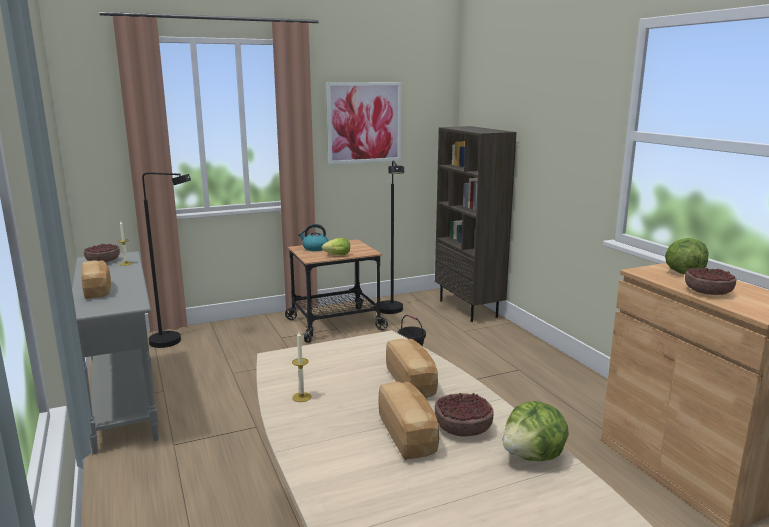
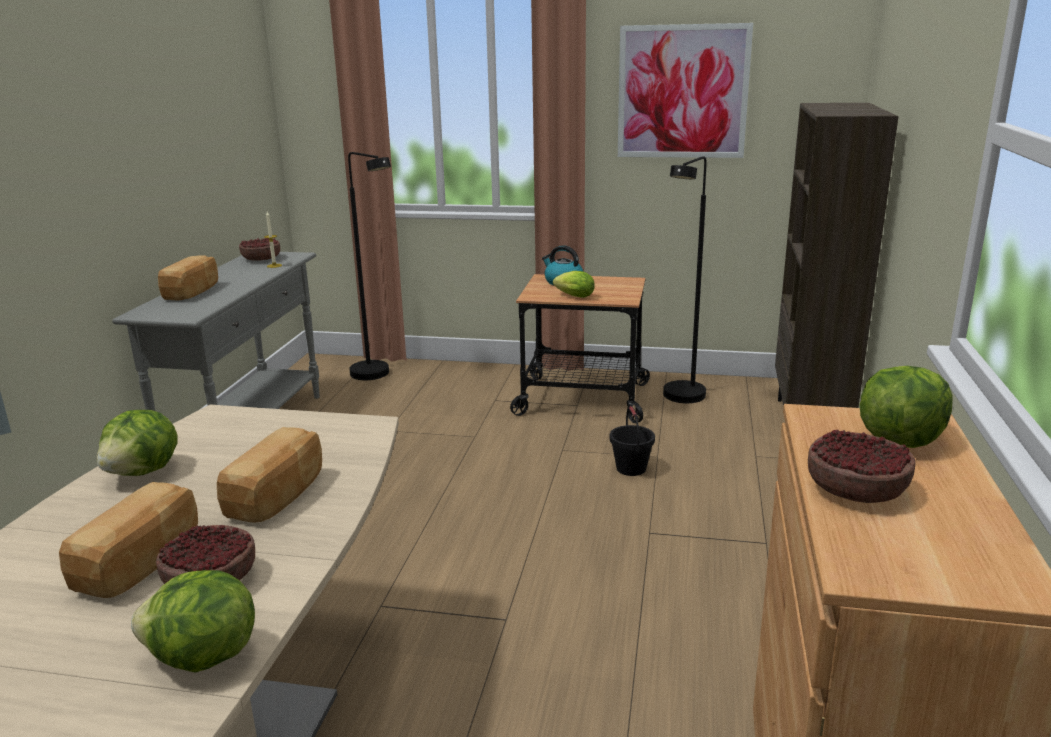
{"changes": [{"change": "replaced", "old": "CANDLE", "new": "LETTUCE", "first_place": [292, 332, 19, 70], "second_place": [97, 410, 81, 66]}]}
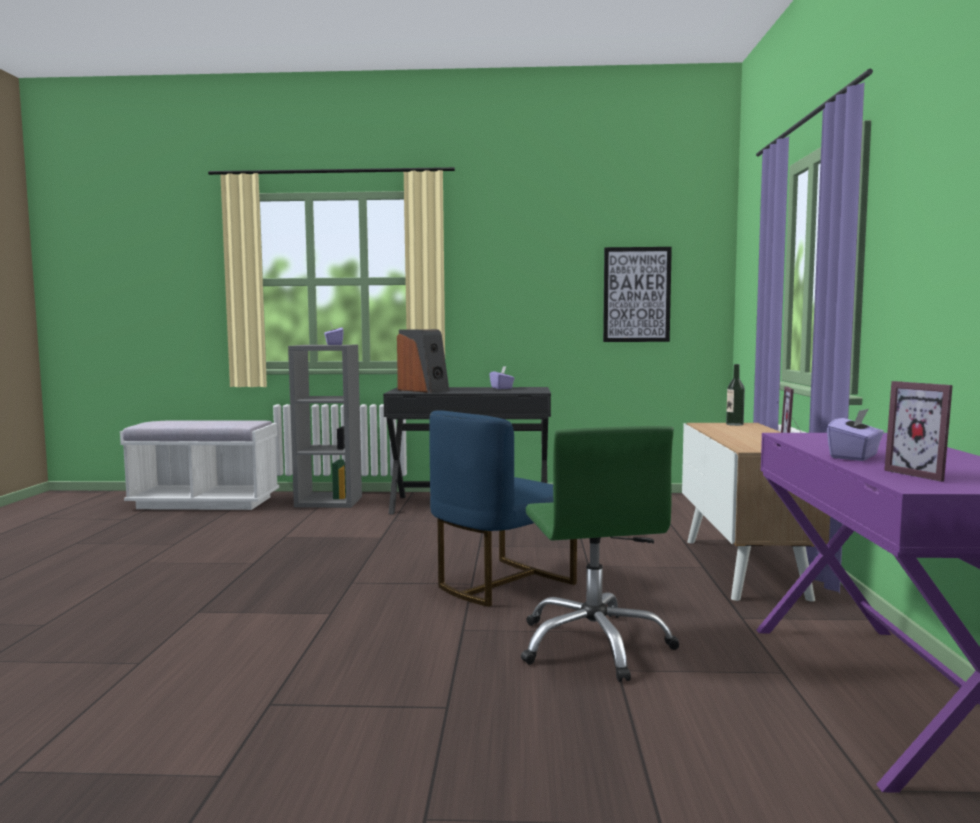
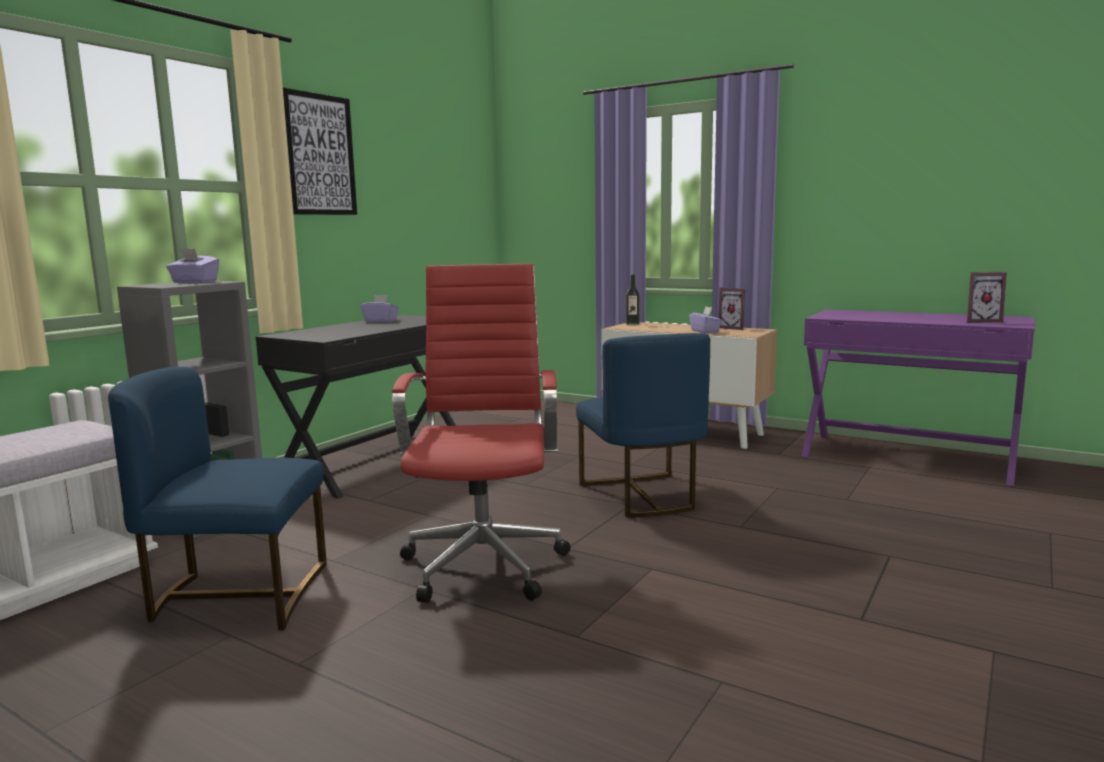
{"changes": [{"change": "removed", "old": "SPEAKER", "first_place": [397, 329, 52, 64]}, {"change": "removed", "old": "GREEN OFFICE CHAIR", "first_place": [521, 426, 159, 256]}, {"change": "added", "new": "BLUE CHAIR", "second_place": [108, 367, 219, 264]}, {"change": "added", "new": "RED OFFICE CHAIR", "second_place": [392, 264, 178, 339]}, {"change": "moved", "old": "PICTURE", "first_place": [603, 247, 69, 95], "second_place": [283, 88, 74, 127]}, {"change": "moved", "old": "PURPLE TISSUE BOX", "first_place": [827, 409, 57, 52], "second_place": [689, 307, 33, 26]}]}
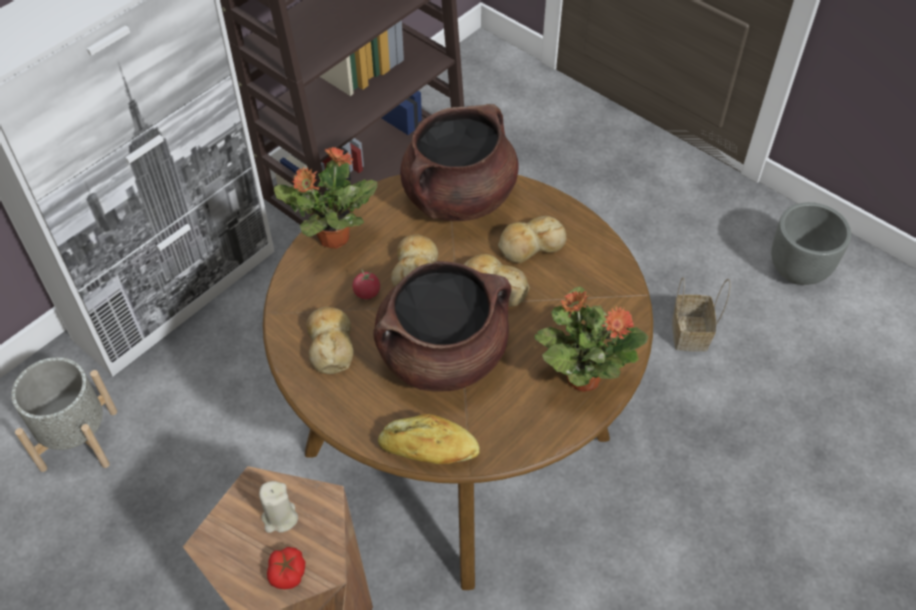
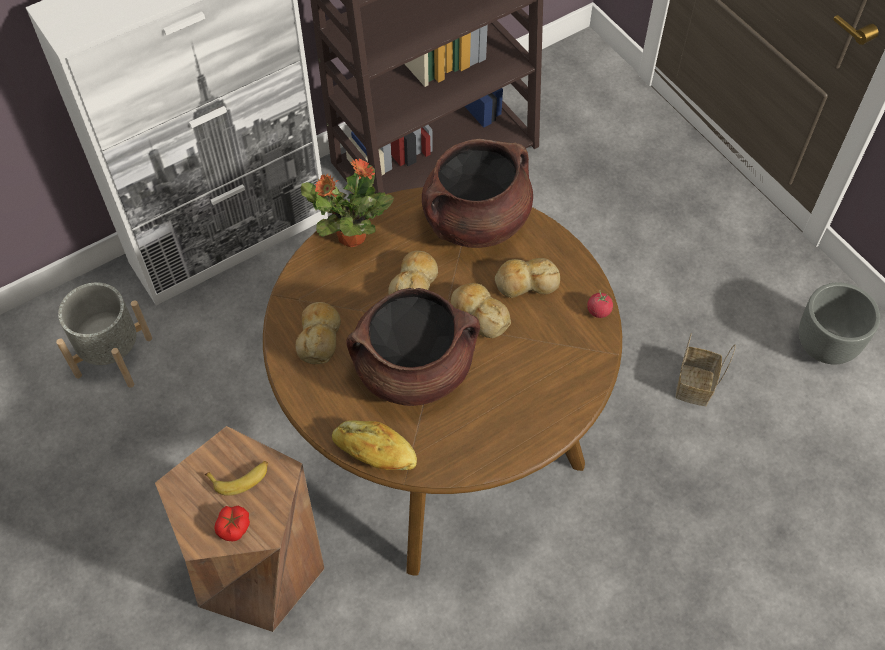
{"changes": [{"change": "removed", "old": "POTTED PLANT", "first_place": [535, 286, 113, 106]}, {"change": "moved", "old": "TOMATO", "first_place": [352, 270, 28, 29], "second_place": [587, 292, 26, 26]}, {"change": "replaced", "old": "BEIGE CANDLE", "new": "BANANA", "first_place": [259, 481, 39, 52], "second_place": [205, 461, 63, 35]}]}
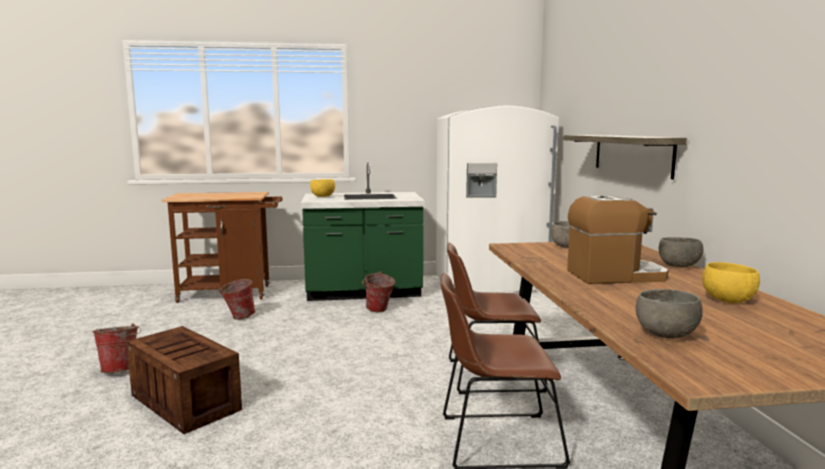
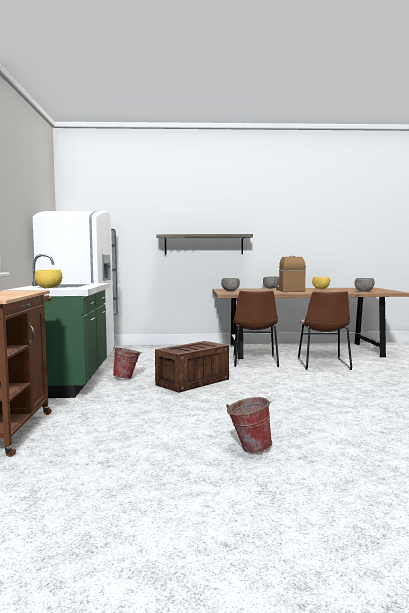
{"changes": [{"change": "removed", "old": "BUCKET", "first_place": [218, 279, 37, 41]}, {"change": "moved", "old": "CRATE", "first_place": [126, 326, 116, 108], "second_place": [155, 341, 74, 52]}]}
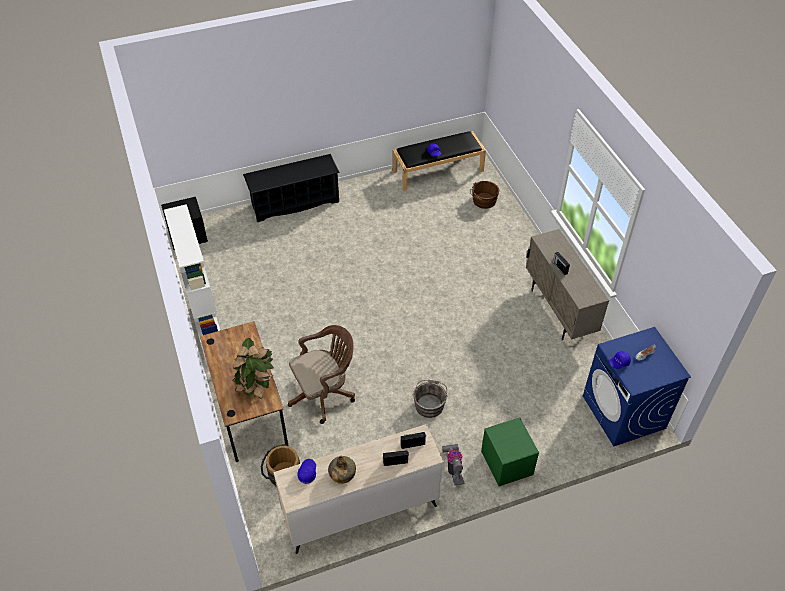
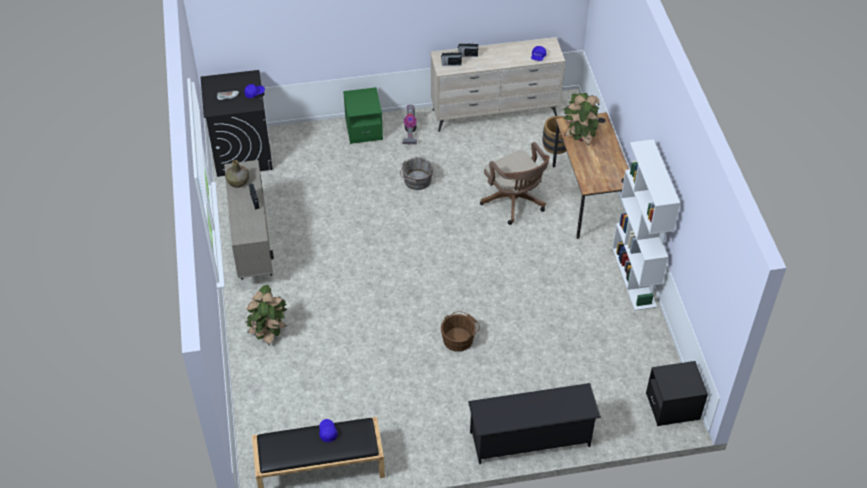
{"changes": [{"change": "added", "new": "POTTED PLANT", "second_place": [246, 285, 41, 60]}, {"change": "moved", "old": "GREEN BOTTLE", "first_place": [328, 456, 28, 28], "second_place": [225, 160, 24, 28]}, {"change": "moved", "old": "BROWN BUCKET", "first_place": [470, 181, 29, 28], "second_place": [441, 311, 39, 41]}, {"change": "recoloured", "old": "BLUE WASHING MACHINE", "new": "BLACK WASHING MACHINE", "first_place": [583, 327, 108, 120], "second_place": [200, 70, 73, 107]}, {"change": "turned", "old": "BROWN OFFICE CHAIR", "first_place": [288, 325, 67, 99], "second_place": [480, 142, 70, 83], "degrees": -105}]}
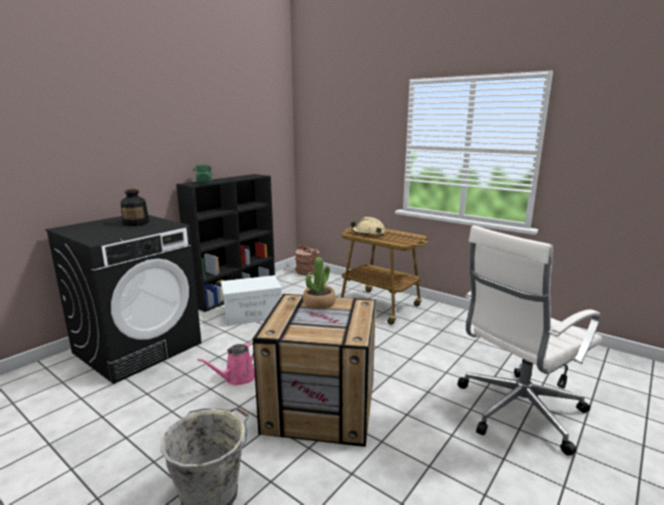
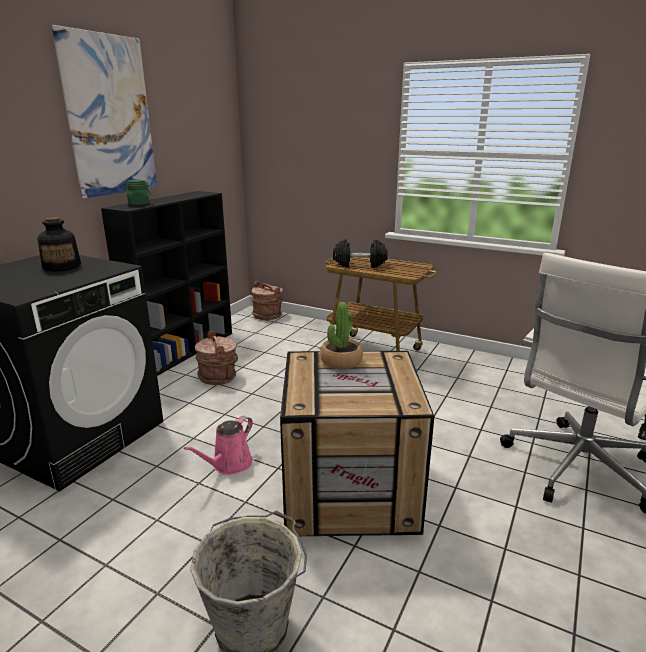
{"changes": [{"change": "added", "new": "PICTURE", "second_place": [51, 25, 106, 174]}, {"change": "replaced", "old": "WHITE STORAGE BOX", "new": "BROWN BUCKET", "first_place": [221, 275, 61, 51], "second_place": [195, 331, 43, 54]}, {"change": "replaced", "old": "BEIGE HARD HAT", "new": "BLACK DUMBBELL", "first_place": [351, 217, 34, 19], "second_place": [333, 239, 55, 29]}]}
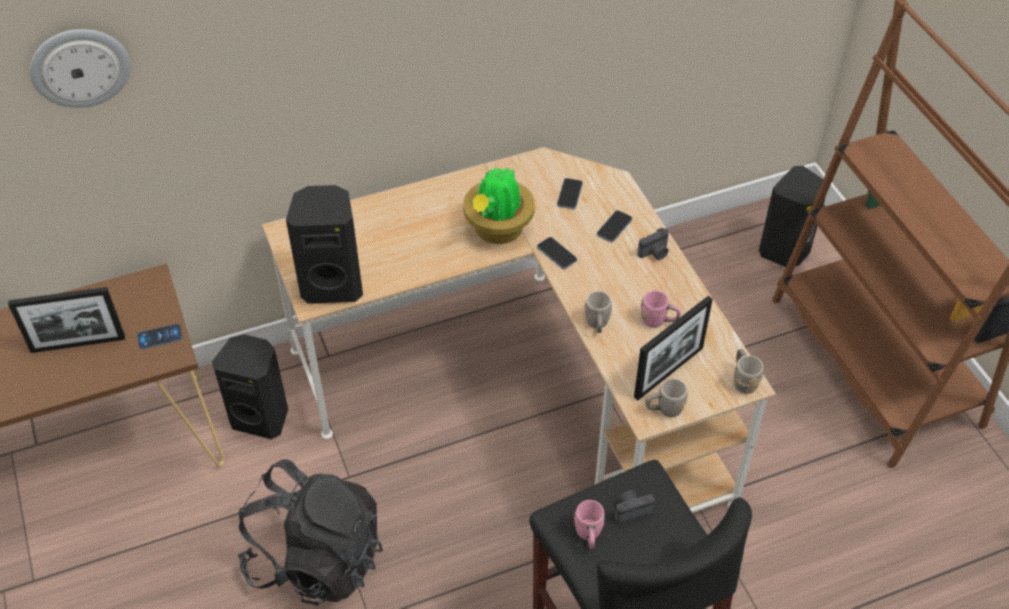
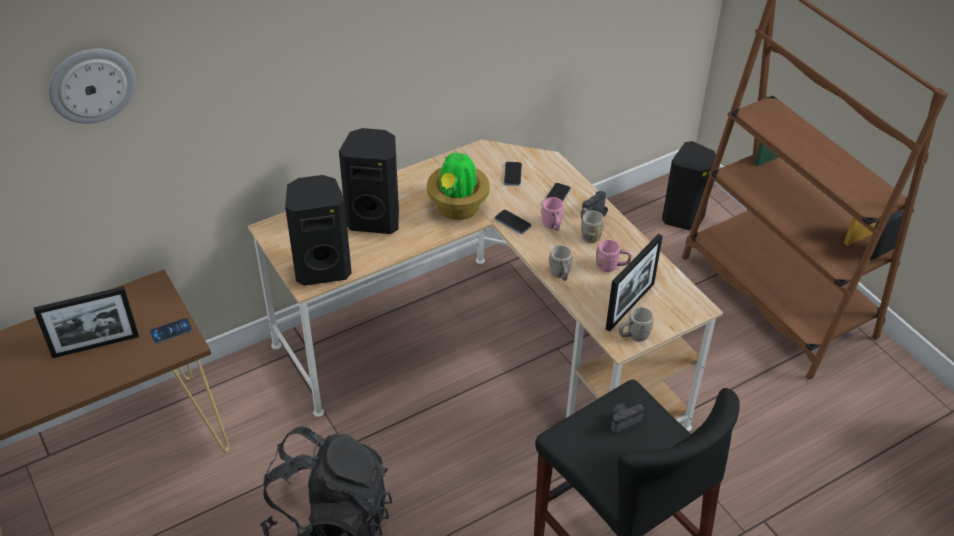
{"changes": [{"change": "moved", "old": "BLACK SPEAKER", "first_place": [212, 334, 76, 105], "second_place": [339, 128, 60, 106]}, {"change": "moved", "old": "PINK MUG", "first_place": [574, 500, 31, 49], "second_place": [541, 197, 23, 34]}, {"change": "moved", "old": "GREY MUG", "first_place": [734, 349, 30, 45], "second_place": [581, 208, 23, 35]}]}
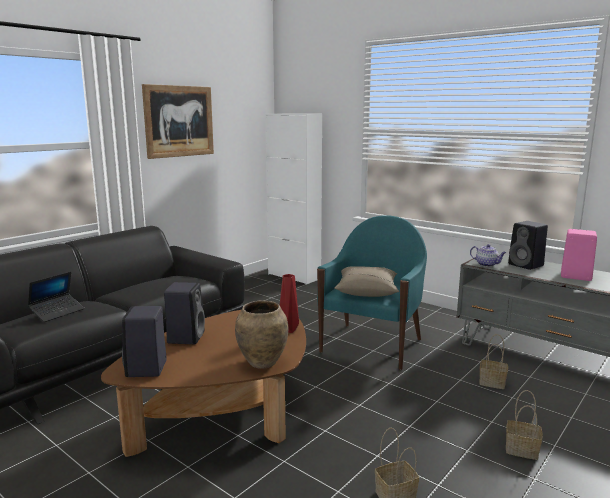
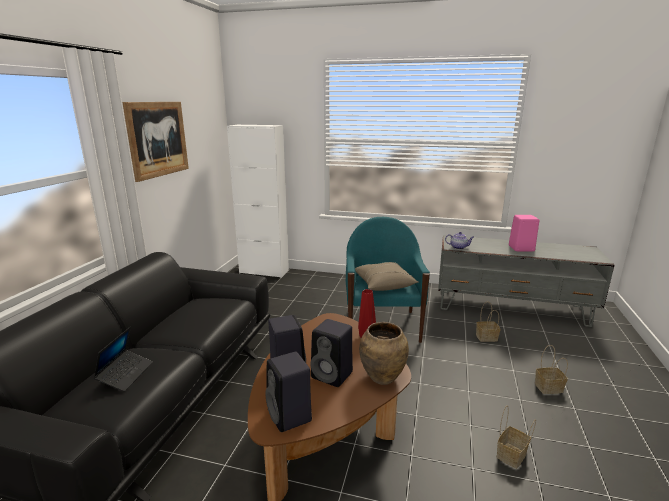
{"changes": [{"change": "moved", "old": "BLACK SPEAKER", "first_place": [508, 221, 40, 49], "second_place": [310, 319, 43, 68]}]}
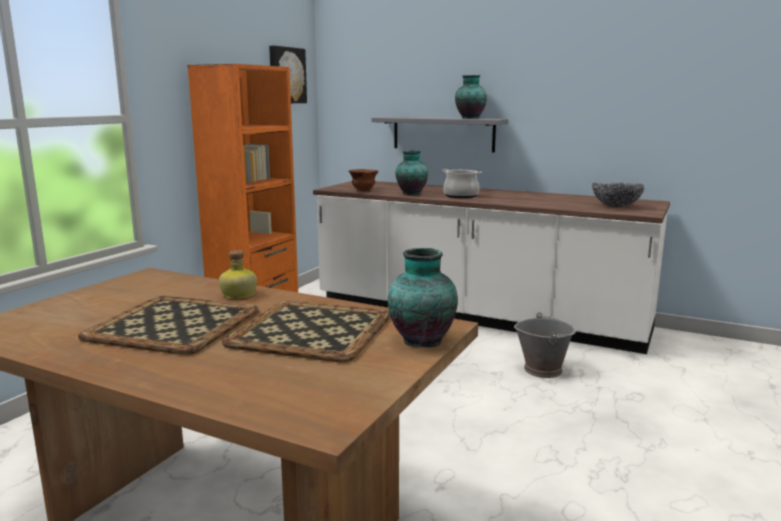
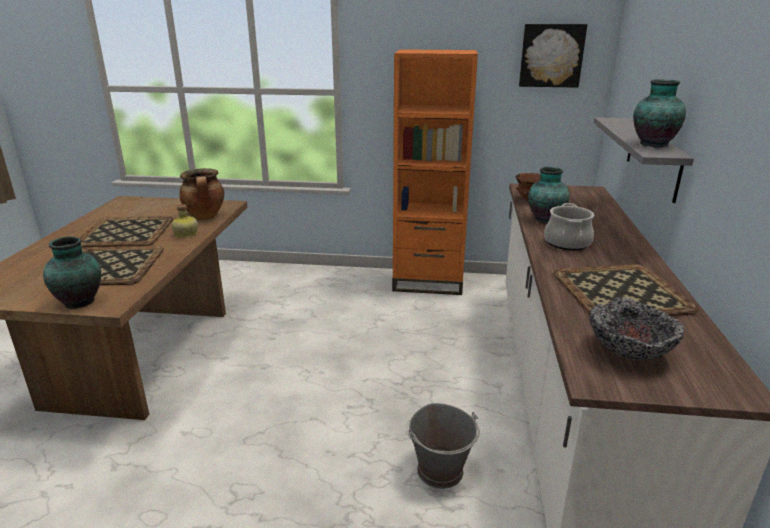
{"changes": [{"change": "added", "new": "COOKING POT", "second_place": [179, 168, 45, 52]}, {"change": "added", "new": "TRAY", "second_place": [553, 265, 146, 51]}]}
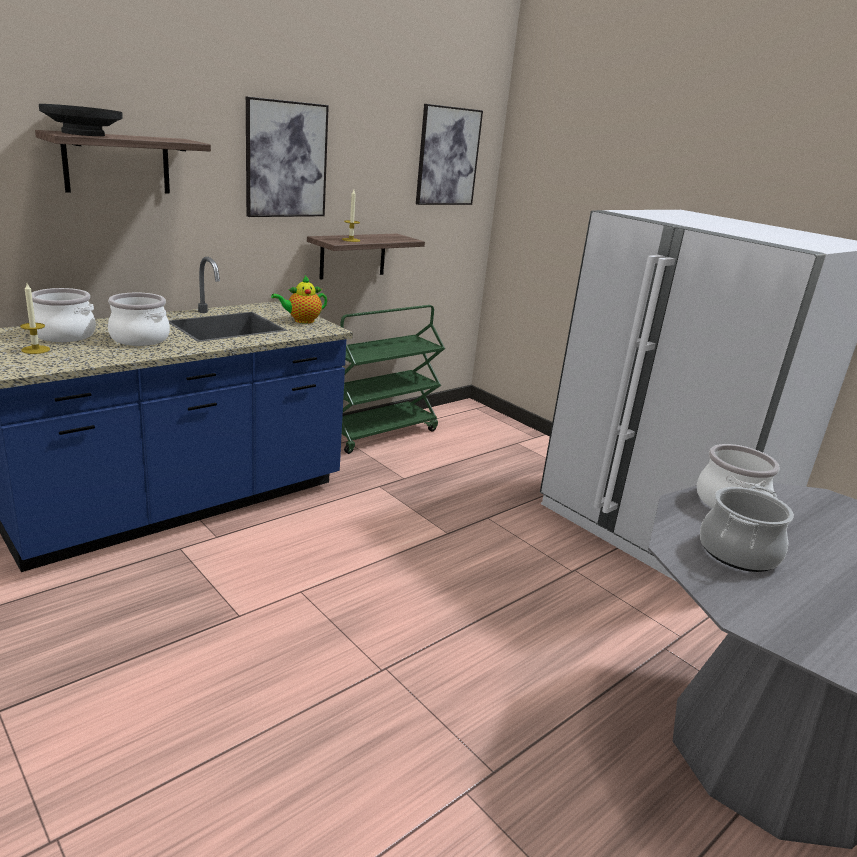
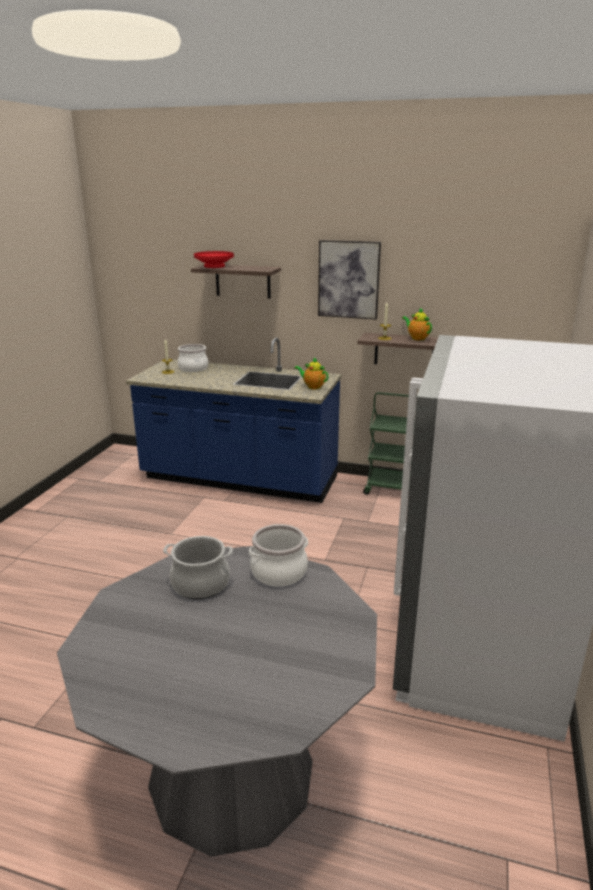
{"changes": [{"change": "removed", "old": "COOKING POT", "first_place": [108, 293, 62, 53]}, {"change": "removed", "old": "PICTURE", "first_place": [416, 104, 67, 101]}, {"change": "added", "new": "TEAPOT", "second_place": [402, 308, 30, 33]}, {"change": "recoloured", "old": "BLACK BOWL", "new": "RED BOWL", "first_place": [39, 104, 84, 32], "second_place": [194, 251, 40, 17]}]}
